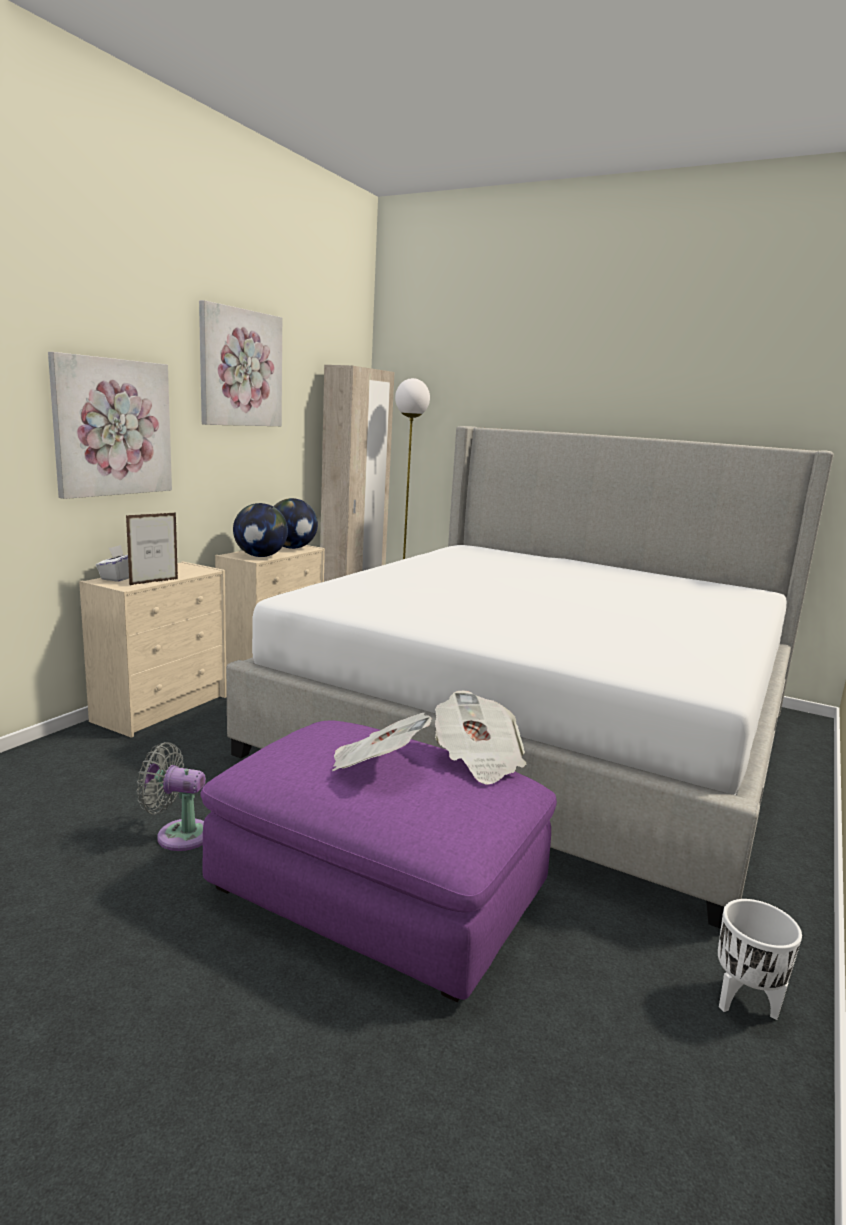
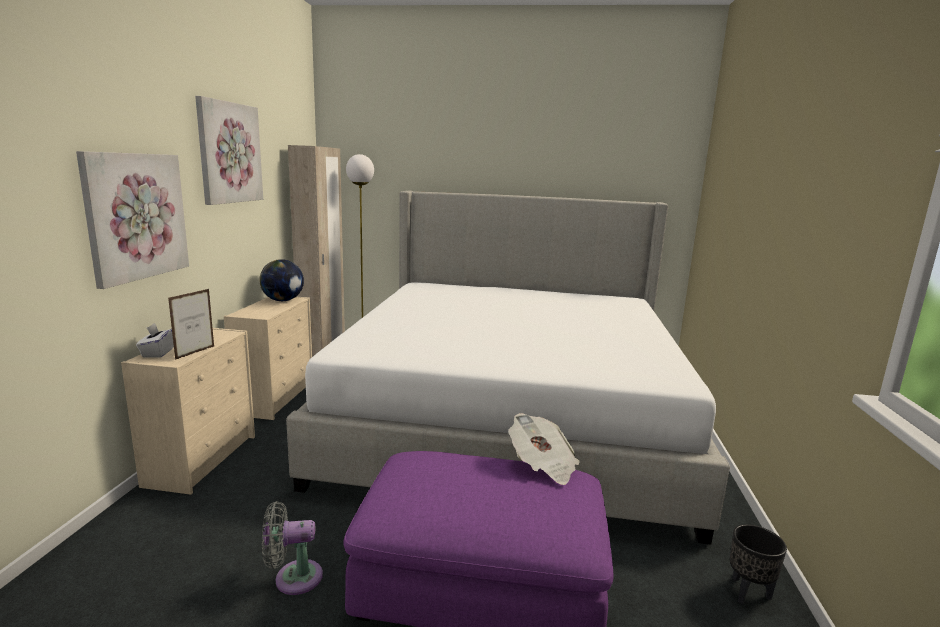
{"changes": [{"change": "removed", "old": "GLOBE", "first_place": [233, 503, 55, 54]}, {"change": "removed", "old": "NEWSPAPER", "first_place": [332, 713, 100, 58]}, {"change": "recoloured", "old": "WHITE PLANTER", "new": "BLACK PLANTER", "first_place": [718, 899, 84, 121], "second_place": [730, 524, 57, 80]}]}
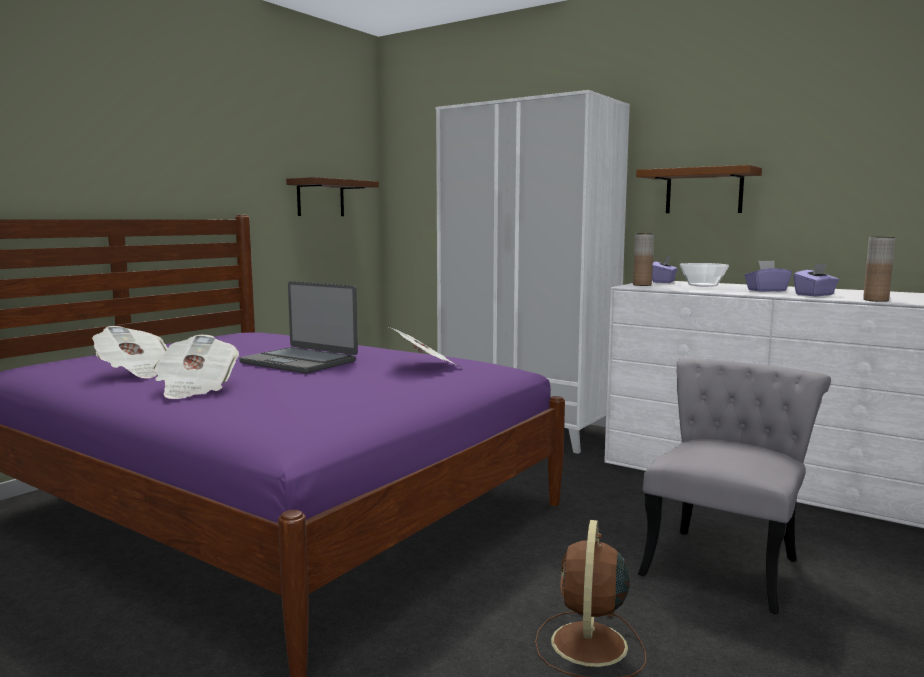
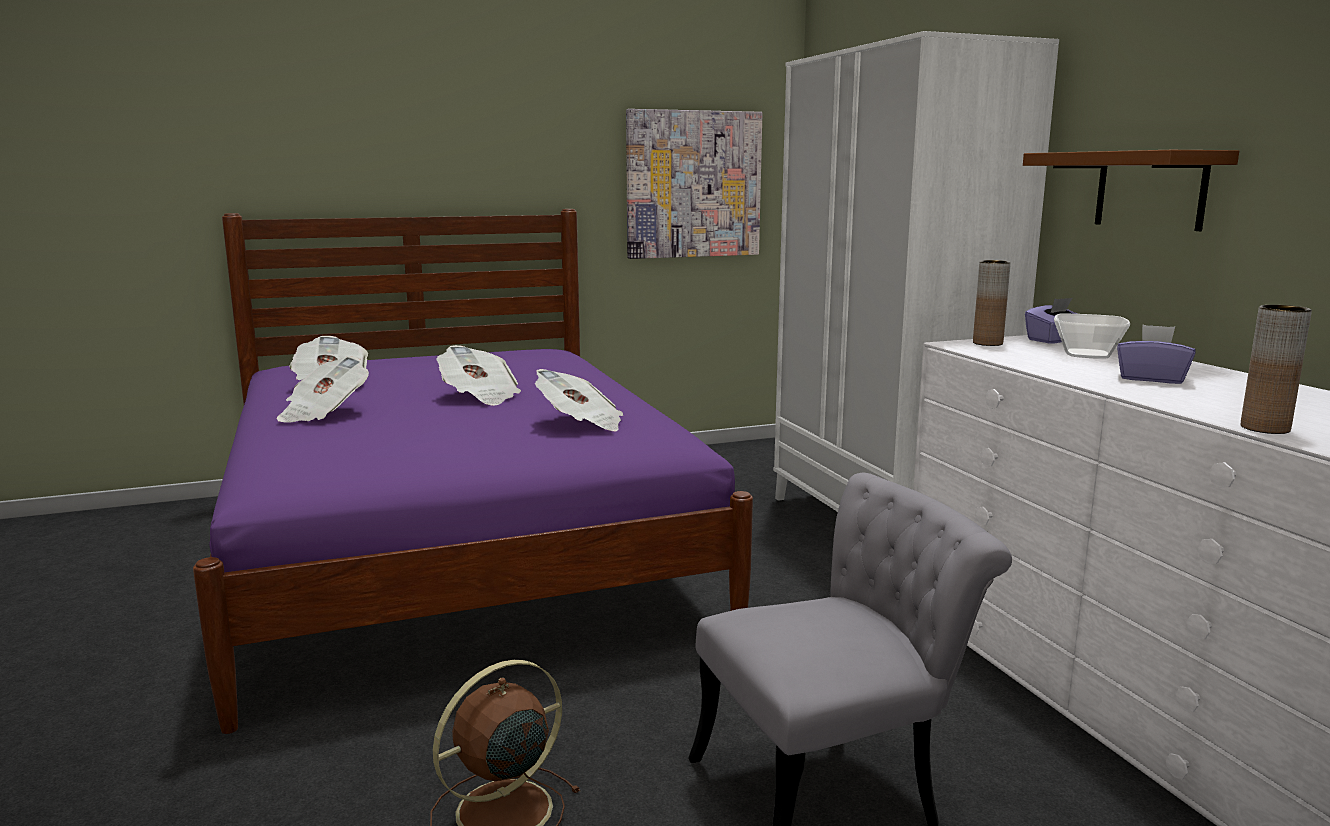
{"changes": [{"change": "removed", "old": "PURPLE TISSUE BOX", "first_place": [793, 263, 46, 33]}, {"change": "replaced", "old": "LAPTOP", "new": "NEWSPAPER", "first_place": [239, 281, 119, 92], "second_place": [436, 345, 85, 61]}, {"change": "replaced", "old": "BROWN SHELF", "new": "PICTURE", "first_place": [286, 177, 93, 39], "second_place": [626, 109, 136, 150]}]}
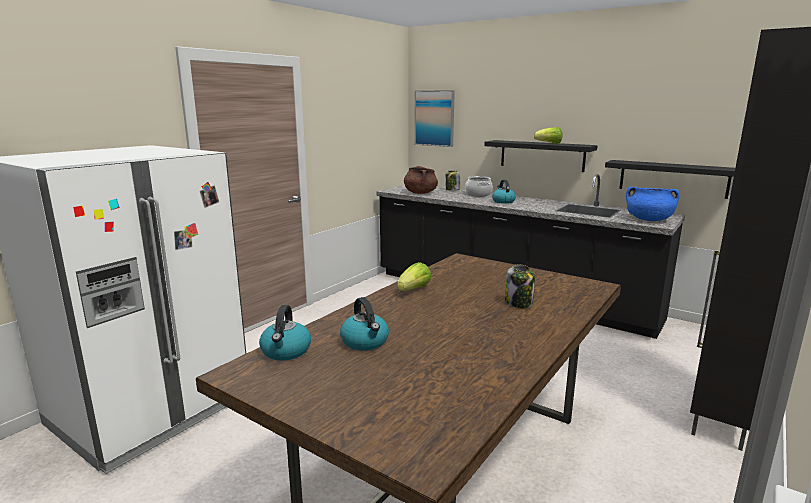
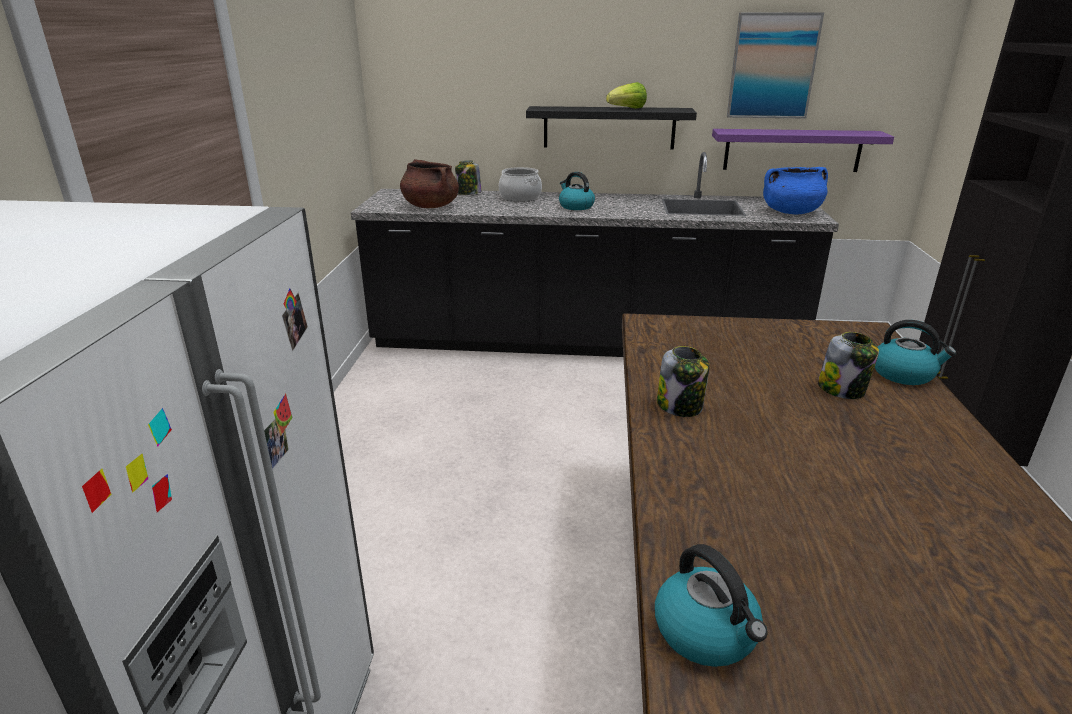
{"changes": [{"change": "moved", "old": "KETTLE", "first_place": [340, 297, 49, 54], "second_place": [875, 320, 81, 65]}, {"change": "moved", "old": "PICTURE", "first_place": [415, 90, 40, 57], "second_place": [727, 13, 97, 105]}, {"change": "replaced", "old": "LETTUCE", "new": "JAR", "first_place": [397, 262, 34, 29], "second_place": [657, 346, 52, 71]}, {"change": "recoloured", "old": "BLACK SHELF", "new": "PURPLE SHELF", "first_place": [605, 160, 130, 39], "second_place": [712, 129, 182, 43]}]}
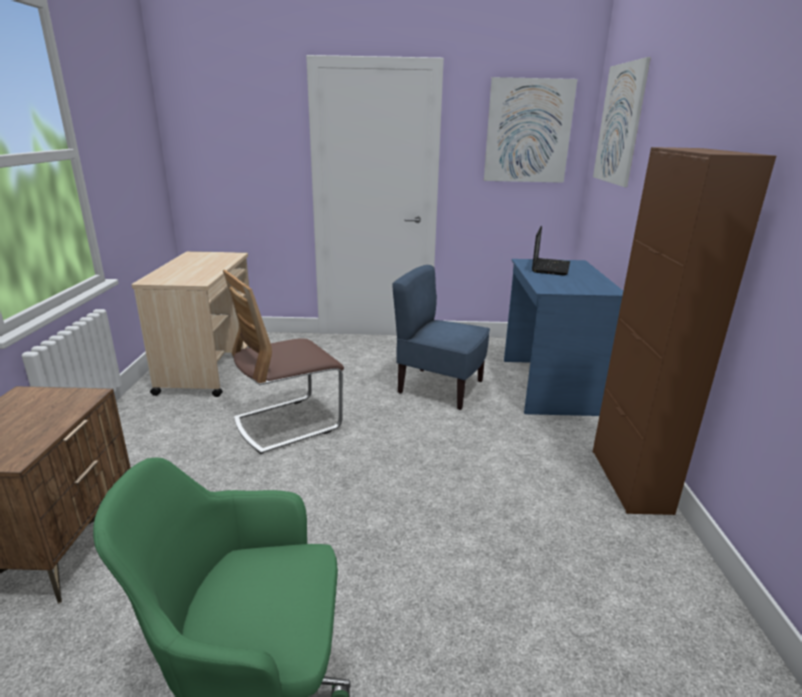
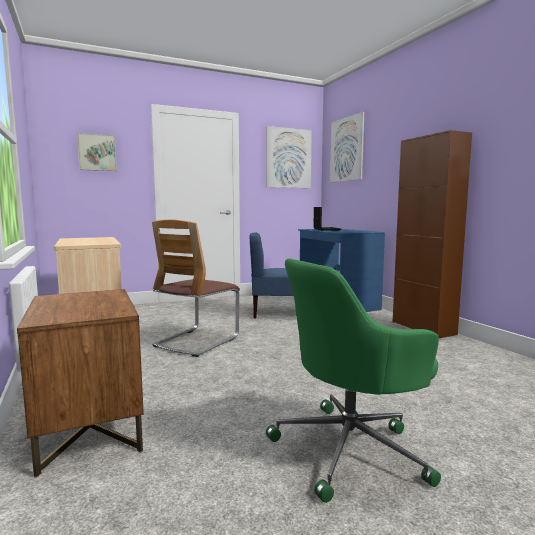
{"changes": [{"change": "added", "new": "PICTURE", "second_place": [77, 133, 40, 38]}]}
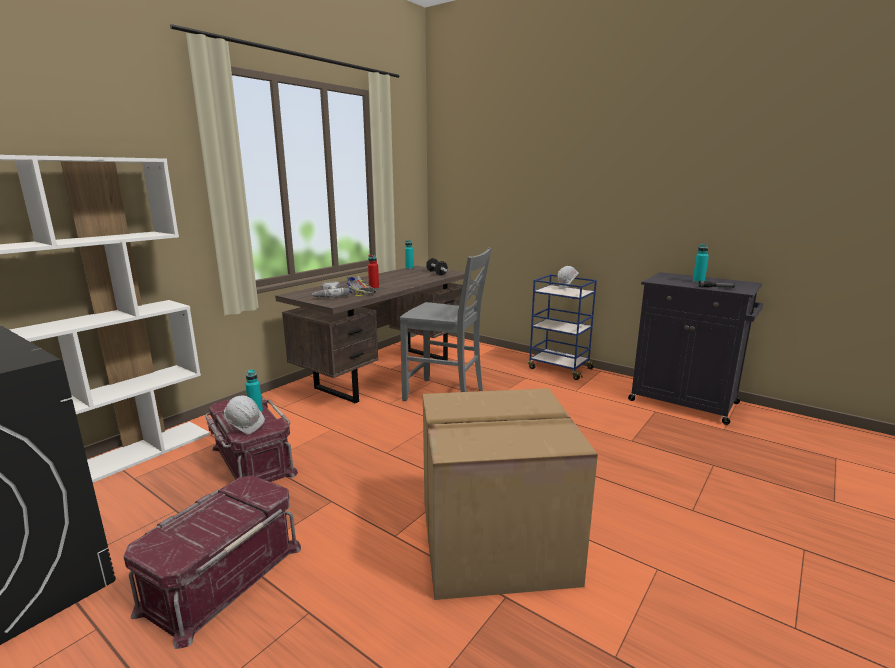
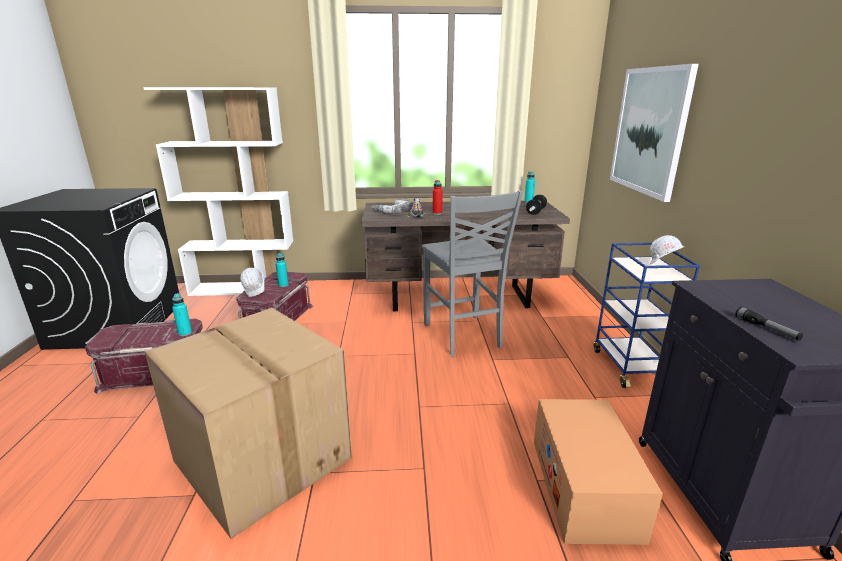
{"changes": [{"change": "added", "new": "CARDBOARD BOX", "second_place": [534, 399, 129, 146]}, {"change": "added", "new": "PICTURE", "second_place": [610, 64, 89, 138]}, {"change": "moved", "old": "TURQUOISE BOTTLE", "first_place": [693, 244, 16, 39], "second_place": [172, 293, 20, 43]}]}
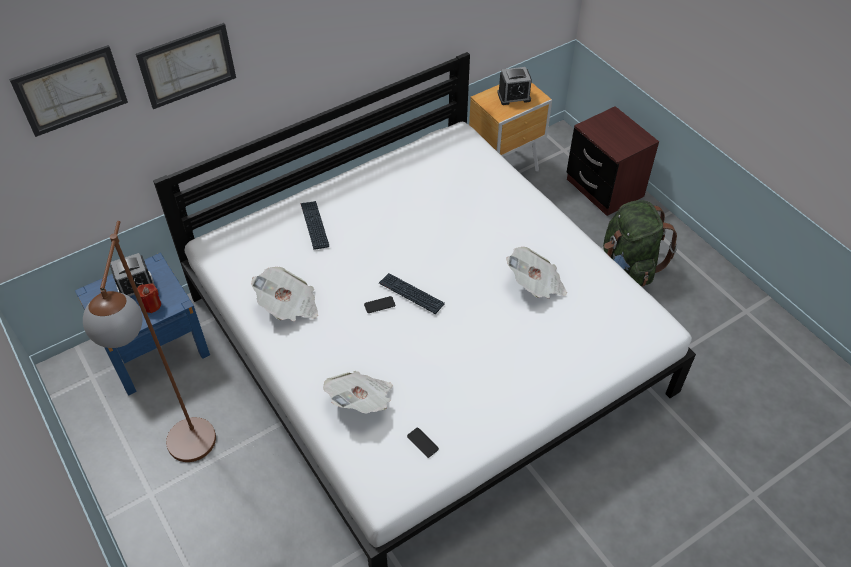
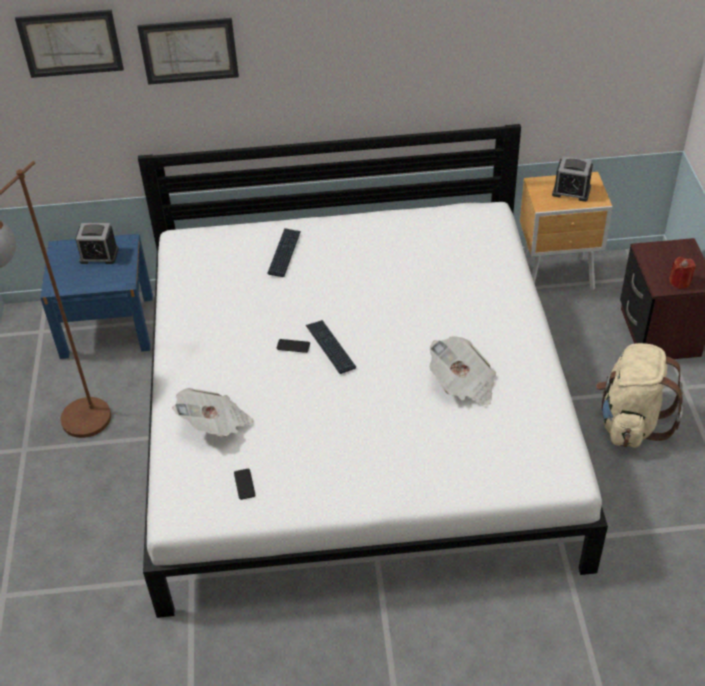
{"changes": [{"change": "removed", "old": "NEWSPAPER", "first_place": [251, 267, 67, 54]}, {"change": "moved", "old": "RED CANDLE", "first_place": [137, 283, 24, 30], "second_place": [669, 257, 27, 32]}, {"change": "recoloured", "old": "GREEN BACKPACK", "new": "BEIGE BACKPACK", "first_place": [603, 200, 74, 87], "second_place": [596, 343, 87, 105]}]}
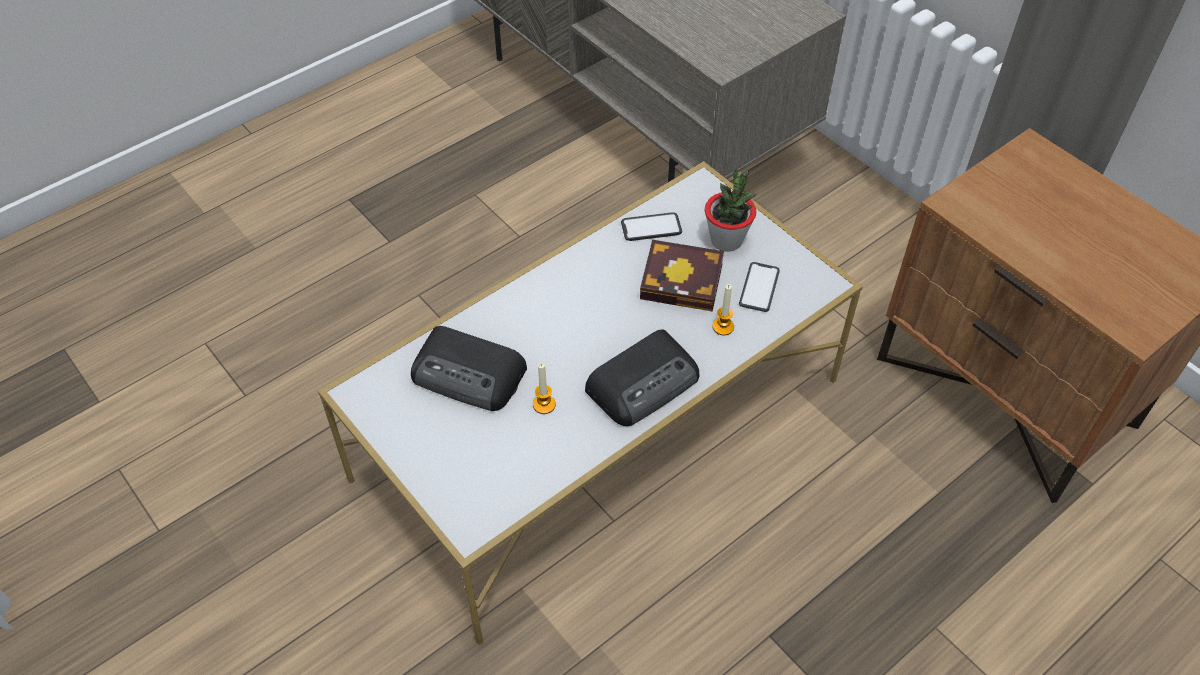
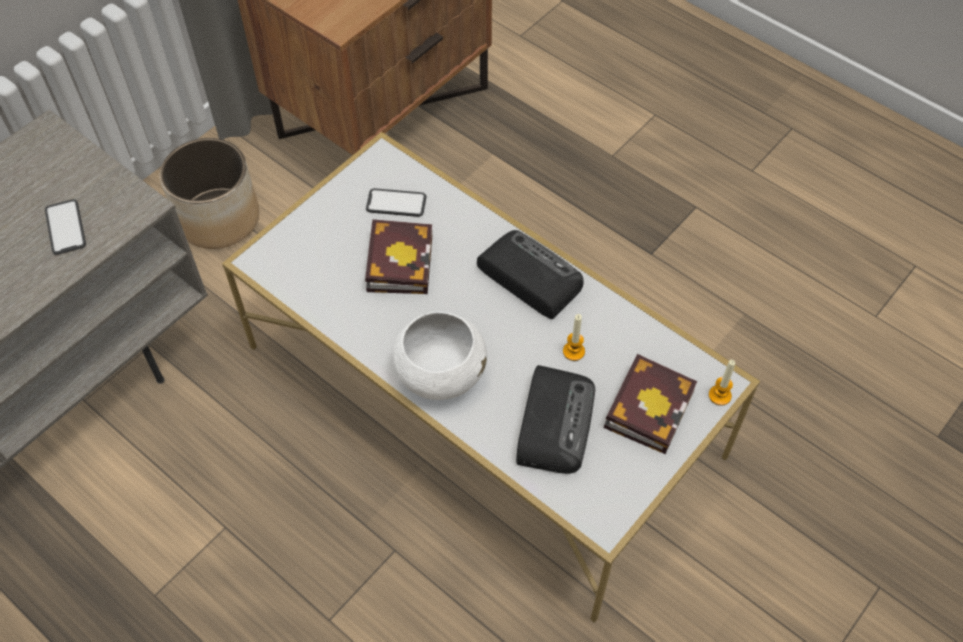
{"changes": [{"change": "removed", "old": "POTTED PLANT", "first_place": [705, 170, 52, 82]}, {"change": "added", "new": "PLANTER", "second_place": [160, 138, 99, 111]}, {"change": "added", "new": "WHITE BOWL", "second_place": [393, 311, 94, 89]}, {"change": "added", "new": "BOOK", "second_place": [604, 354, 94, 100]}, {"change": "moved", "old": "PHONE", "first_place": [621, 212, 61, 29], "second_place": [45, 199, 41, 56]}, {"change": "moved", "old": "CANDLE", "first_place": [712, 284, 22, 51], "second_place": [709, 359, 26, 47]}]}
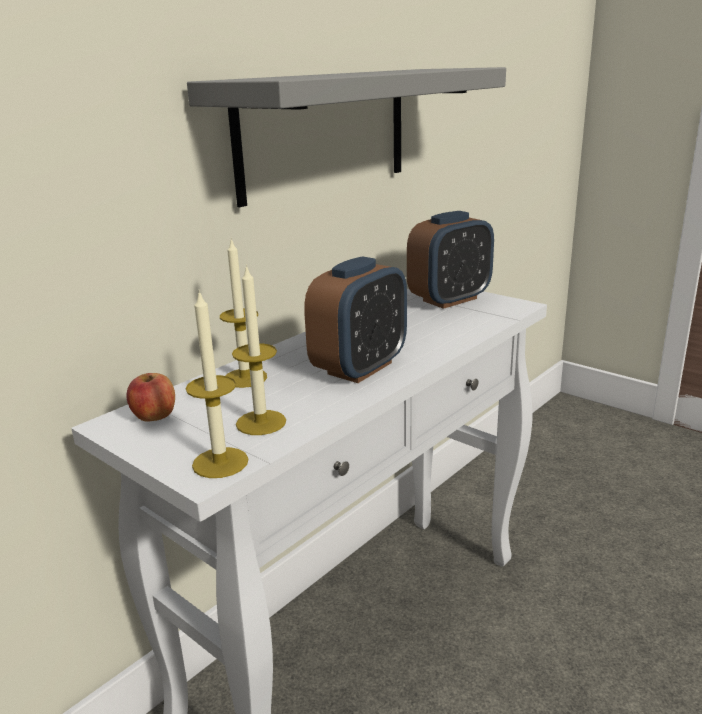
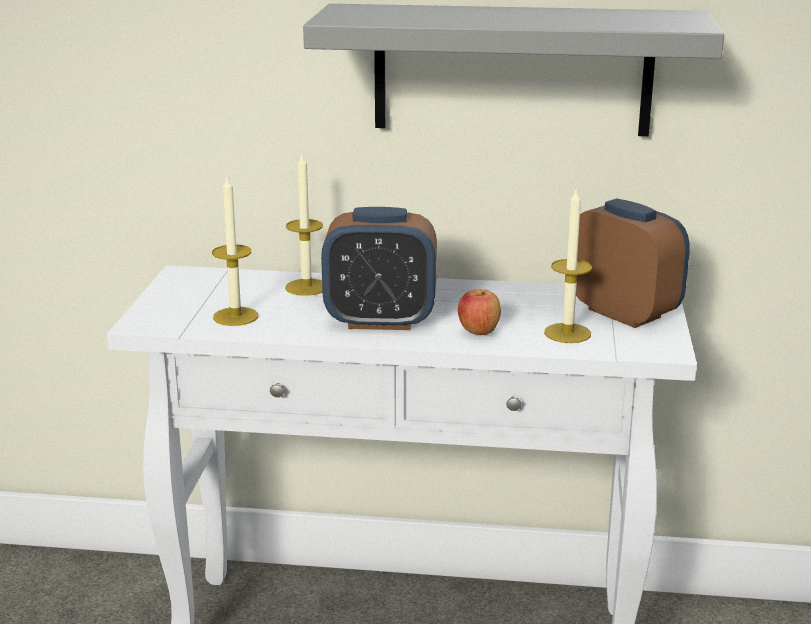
{"changes": [{"change": "moved", "old": "APPLE", "first_place": [127, 373, 48, 49], "second_place": [458, 289, 43, 46]}, {"change": "moved", "old": "CANDLE", "first_place": [186, 291, 63, 187], "second_place": [544, 187, 48, 156]}, {"change": "turned", "old": "ALARM CLOCK", "first_place": [407, 211, 87, 98], "second_place": [576, 199, 114, 129], "degrees": -150}]}
